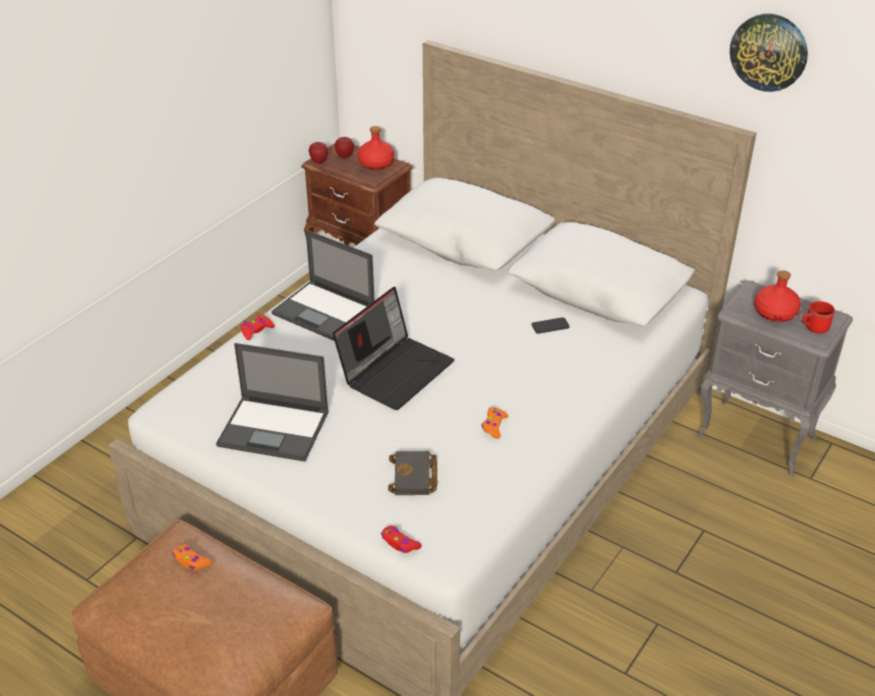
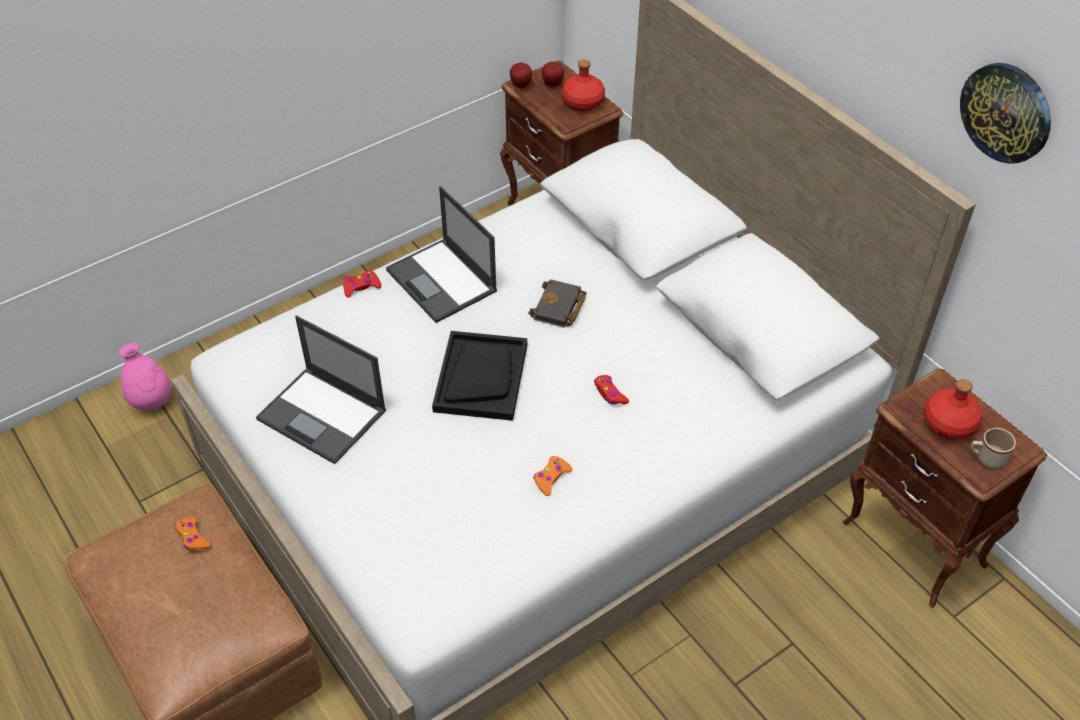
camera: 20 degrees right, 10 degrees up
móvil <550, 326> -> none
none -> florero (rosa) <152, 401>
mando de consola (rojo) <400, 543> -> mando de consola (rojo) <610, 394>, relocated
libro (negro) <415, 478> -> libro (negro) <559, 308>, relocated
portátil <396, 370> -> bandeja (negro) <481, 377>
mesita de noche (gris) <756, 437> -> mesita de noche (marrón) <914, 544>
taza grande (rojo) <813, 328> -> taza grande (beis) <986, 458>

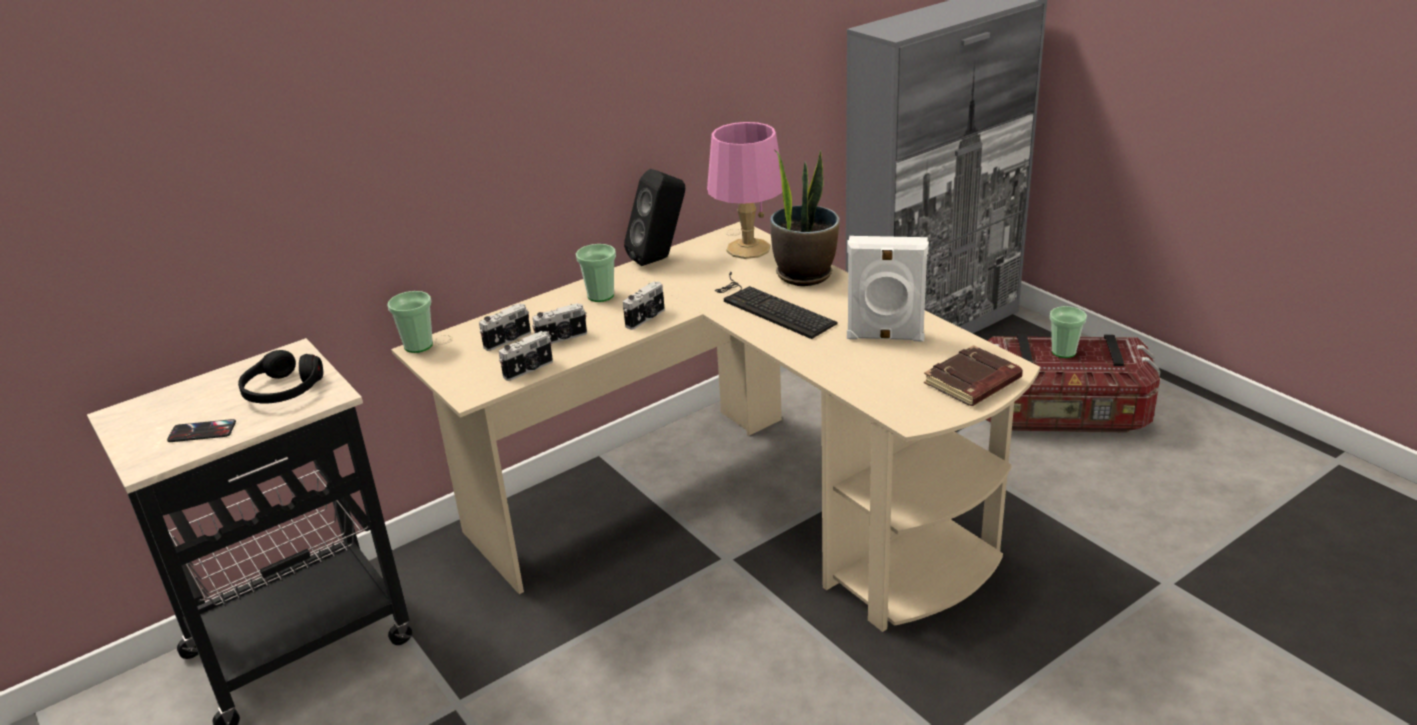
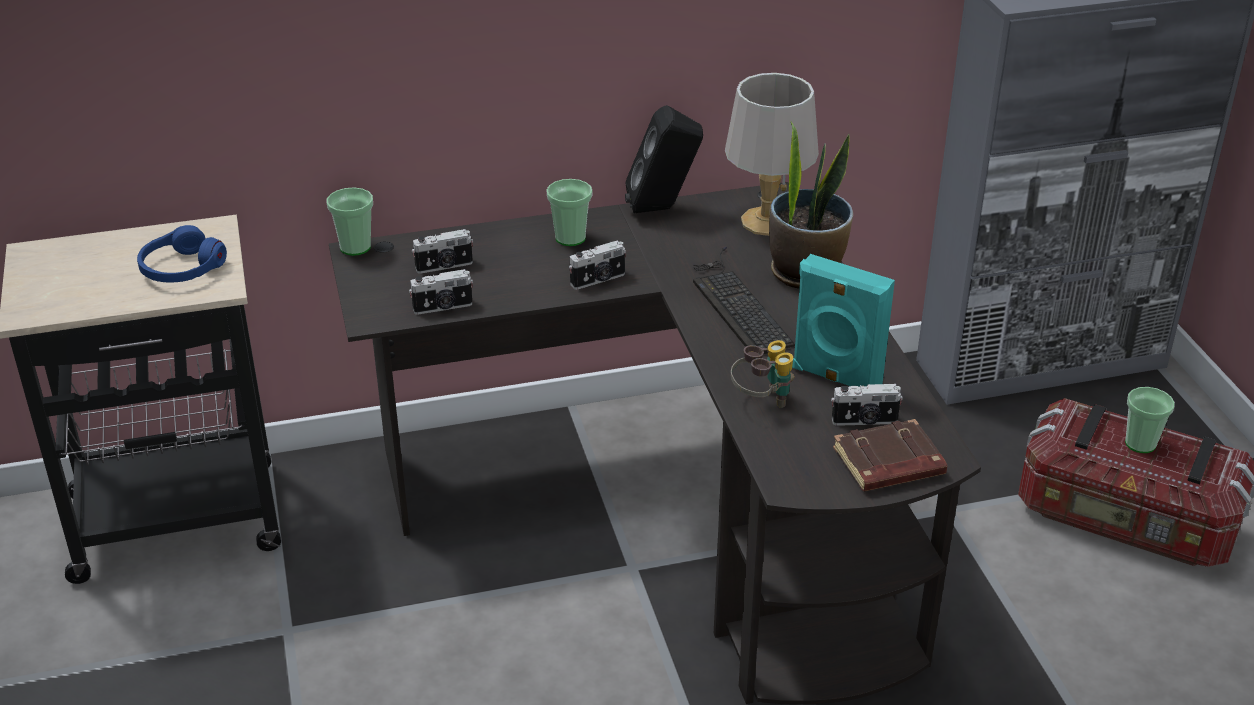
camera: 20 degrees right, 5 degrees up
móvil <202, 432> -> none
none -> prismáticos <762, 401>
cámara <562, 339> -> cámara <865, 421>, relocated
auriculares (negro) <282, 390> -> auriculares (azul) <181, 269>
escritorio (beis) <732, 508> -> escritorio (negro) <672, 512>
lámpara de mesa (rosa) <748, 248> -> lámpara de mesa (gris) <767, 221>
altavoz (blanco) <885, 337> -> altavoz (turquesa) <835, 378>

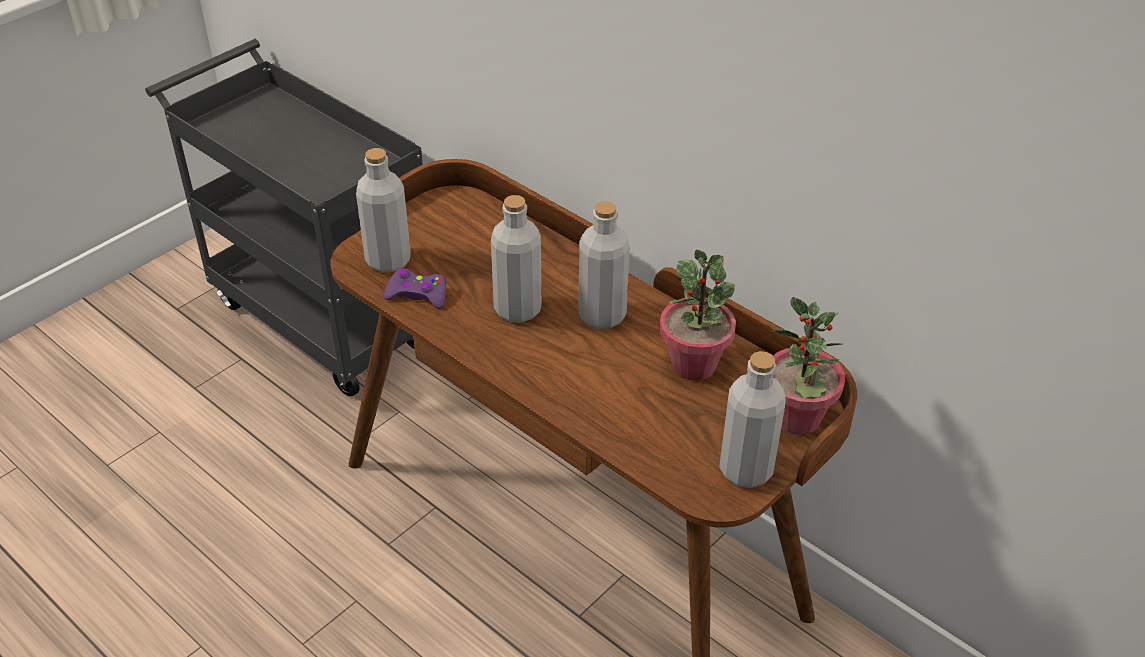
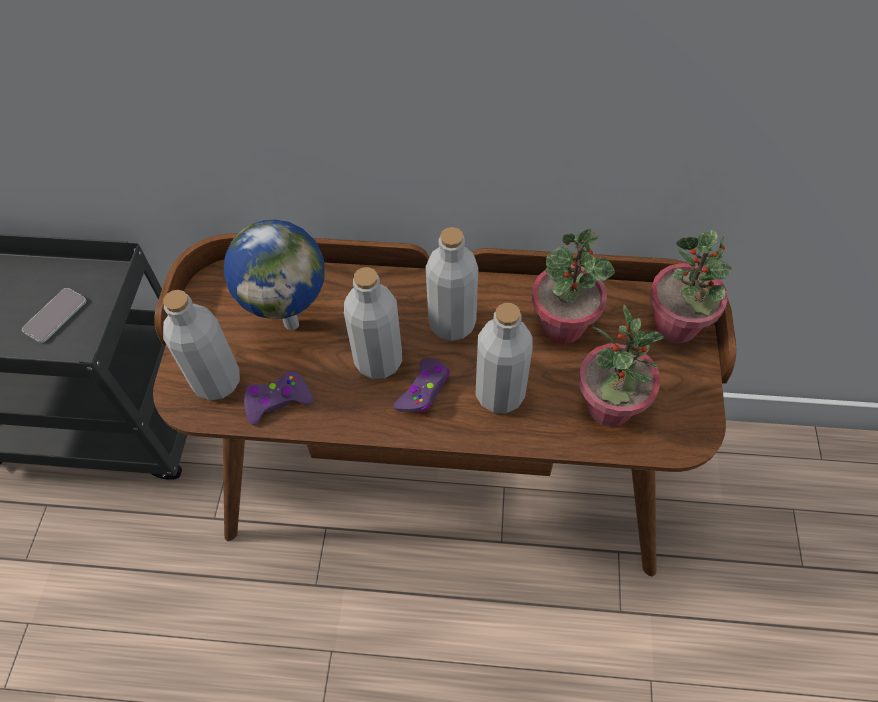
camera: 35 degrees left, 15 degrees up
none -> móvil <55, 316>
none -> globo terráqueo <292, 322>
none -> mando de consola (morado) <423, 390>
none -> planta en maceta <609, 407>
botella (gris) <745, 470> -> botella (gris) <500, 394>, relocated

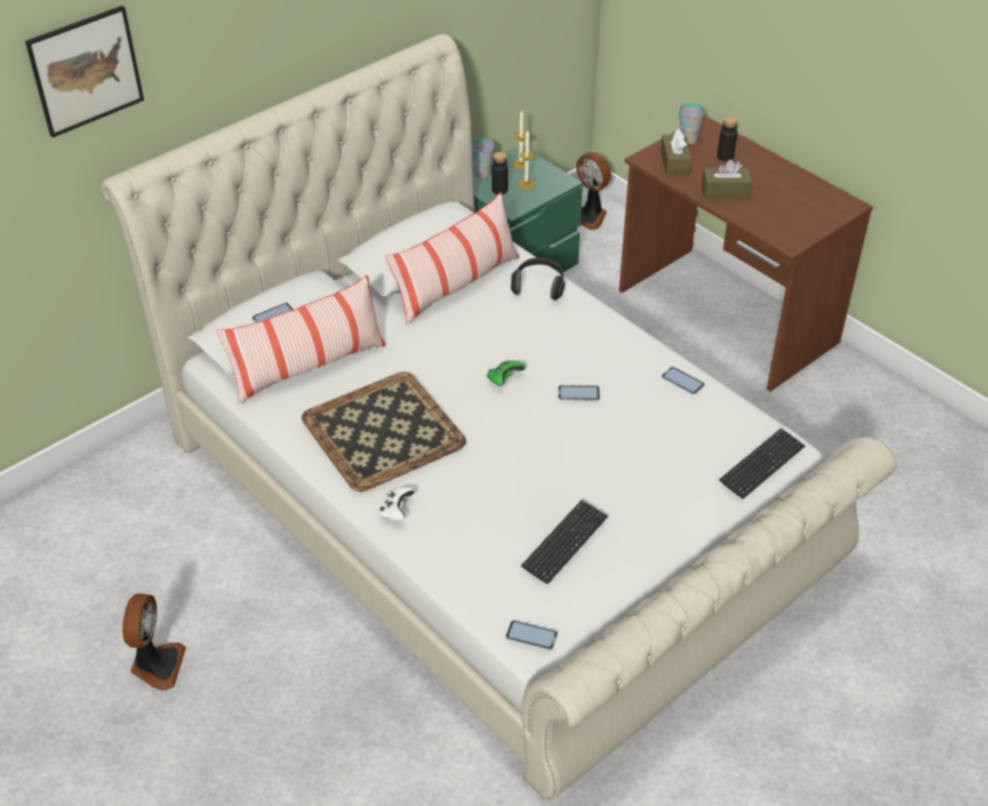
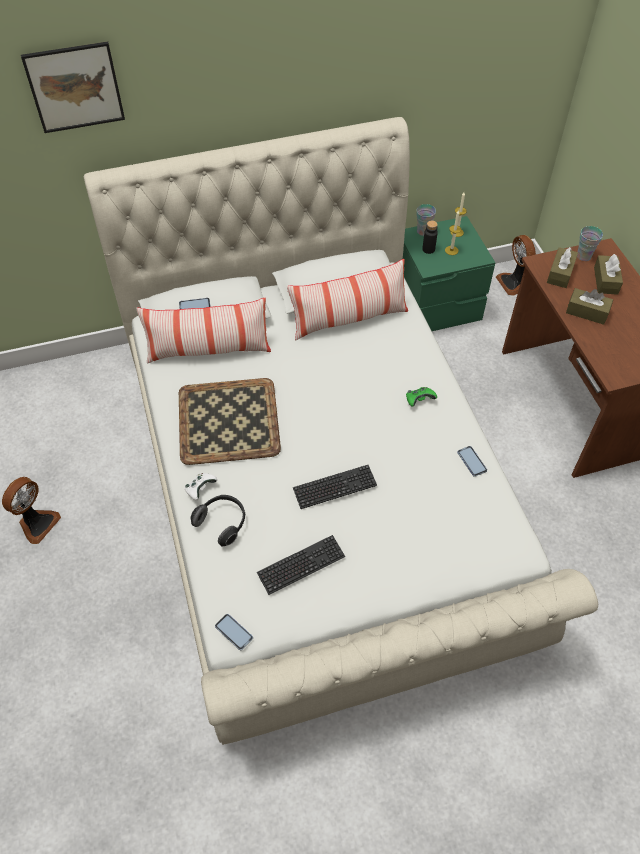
camera: 25 degrees right, 10 degrees up
móvil <578, 394> -> none
mando de consola (verde) <504, 379> -> mando de consola (verde) <419, 400>, relocated
auriculares <539, 286> -> auriculares <222, 523>, relocated
teclado <762, 465> -> teclado <335, 487>, relocated
botella (negro) <725, 156> -> caja de pañuelos (marrón) <605, 280>

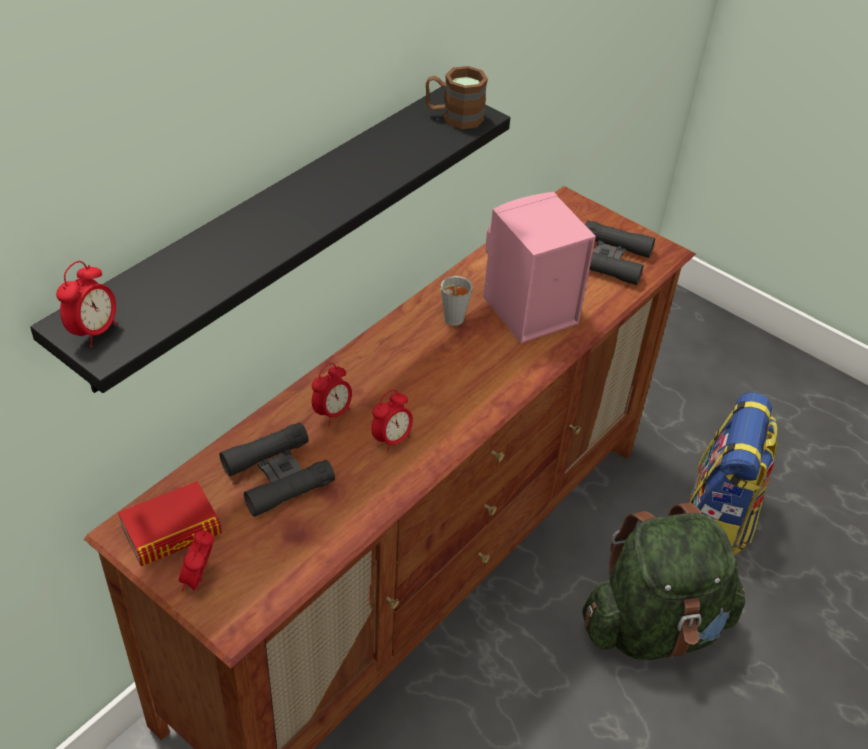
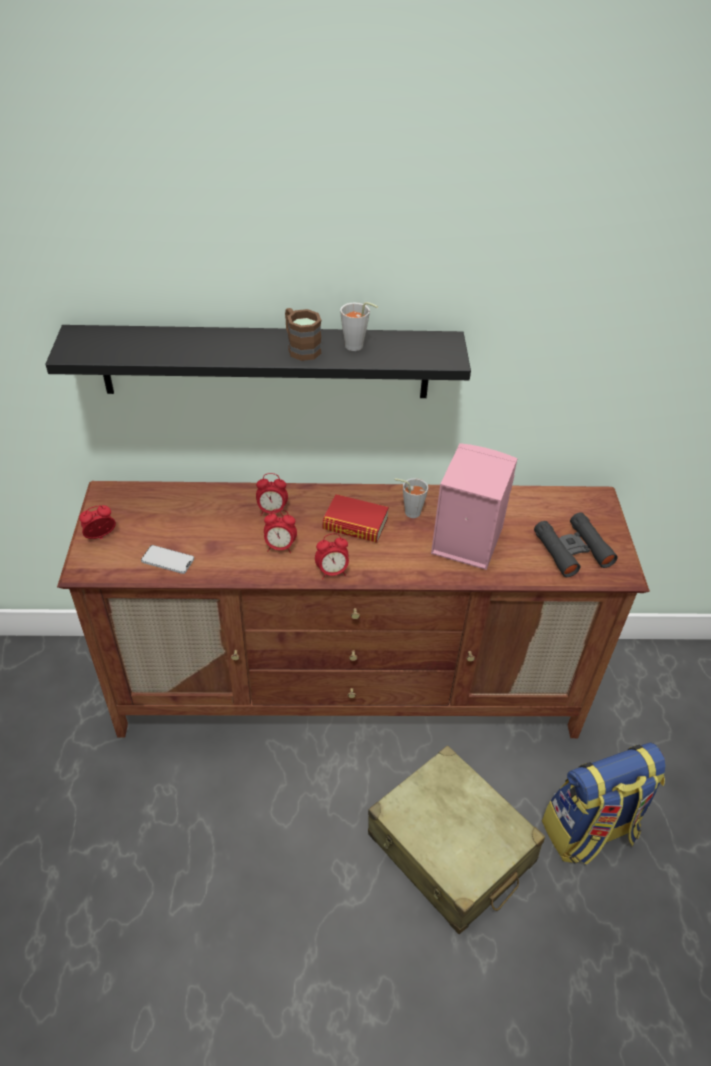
camera: 50 degrees right, 0 degrees up
prismáticos (negro) <278, 475> -> none
none -> móvil <167, 560>
none -> taza (gris) <357, 347>
despertador <94, 331> -> despertador <332, 572>, relocated
libro <171, 530> -> libro <355, 524>, relocated
taza grande (marrón) <454, 117> -> taza grande (marrón) <300, 347>, relocated
mochila (verde) <654, 626> -> maleta (beis) <450, 848>

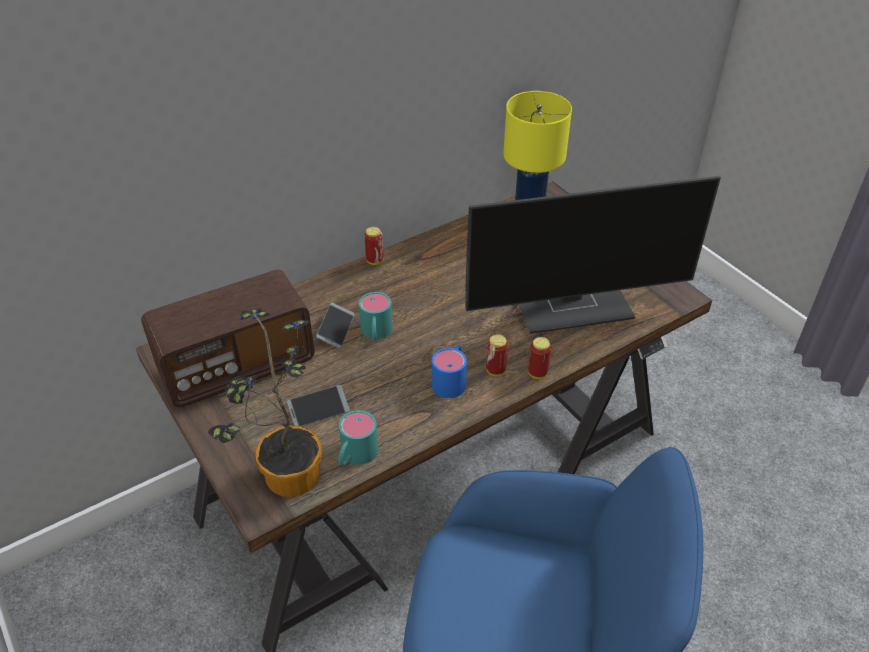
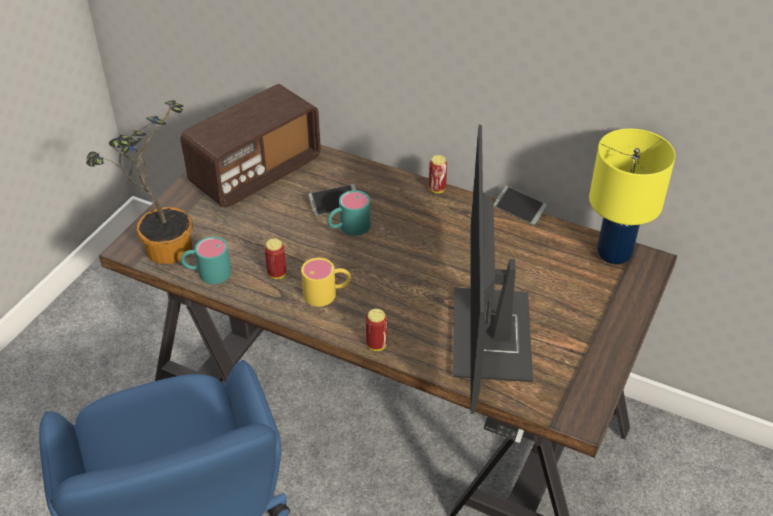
camera: 60 degrees right, 0 degrees up
móvil <319, 410> -> móvil <519, 209>, relocated
lata <495, 370> -> lata <277, 274>, relocated
taza grande (azul) <451, 380> -> taza grande (amarillo) <327, 293>
radio <236, 366> -> radio <256, 173>, 75 degrees counterclockwise
monitor <573, 304> -> monitor <492, 338>, 45 degrees clockwise

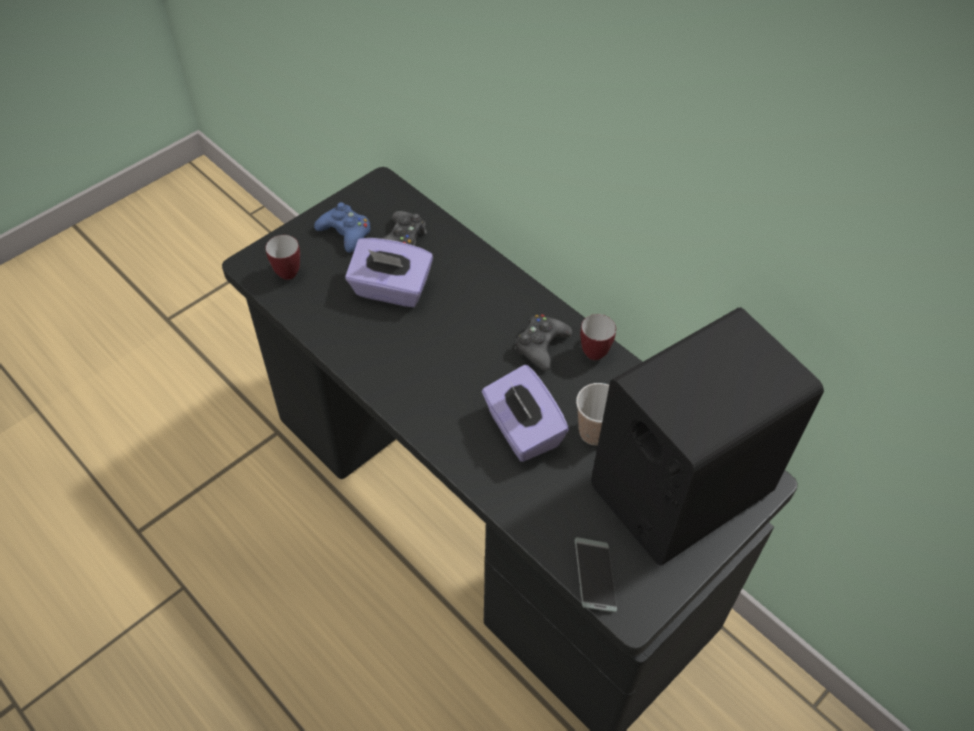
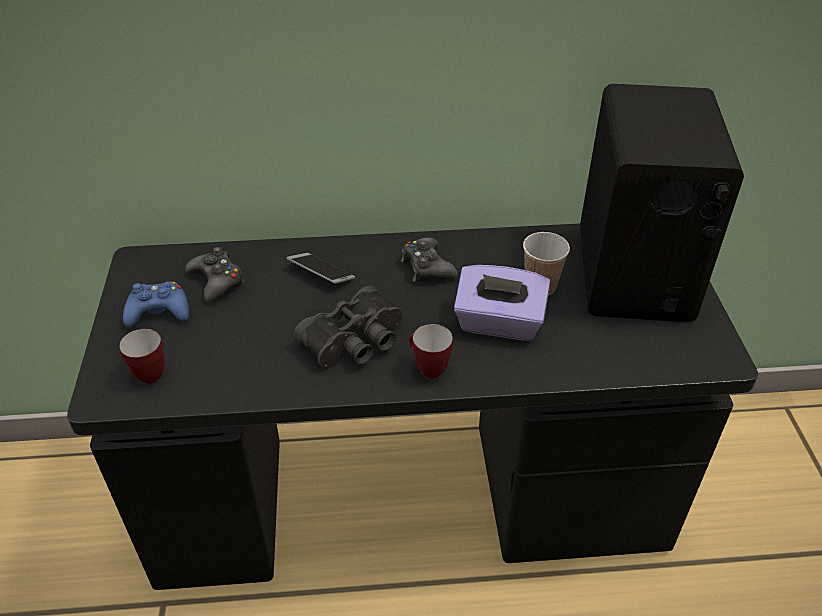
camera: 50 degrees left, 10 degrees down
caja de pañuelos (morado) <391, 290> -> none
none -> prismáticos (negro) <356, 343>
móvil <594, 578> -> móvil <321, 273>, relocated
taza grande <594, 349> -> taza grande <427, 369>, relocated

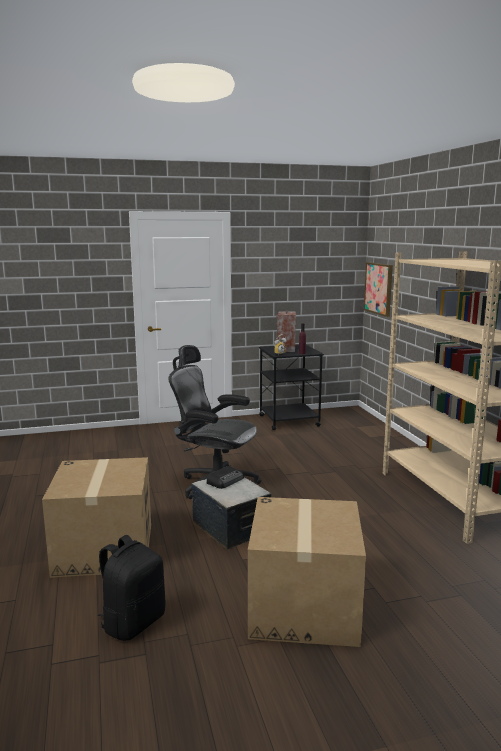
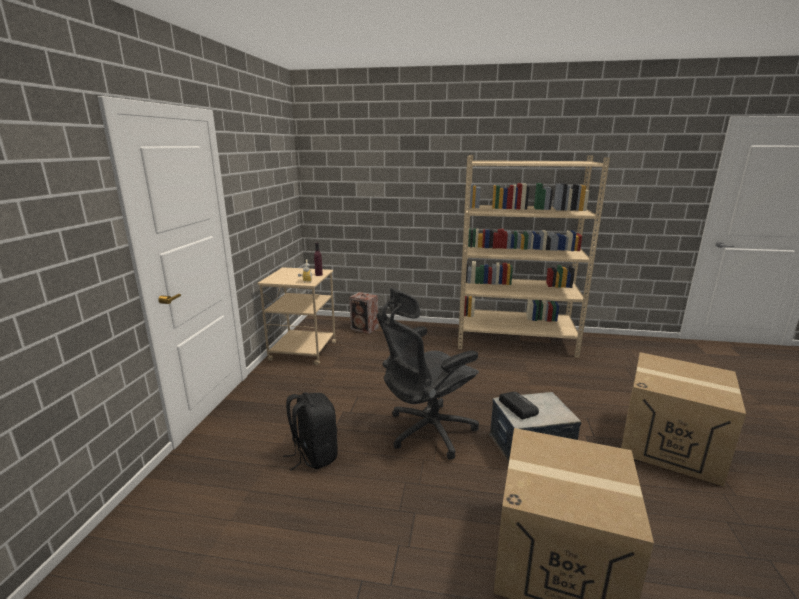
camera: 65 degrees left, 5 degrees up
cuadro <379, 288> -> none
mochila (negro) <133, 622> -> mochila (negro) <313, 455>, relocated
altavoz <285, 349> -> altavoz <365, 329>, relocated
carrito (negro) <290, 420> -> carrito (beis) <303, 350>

